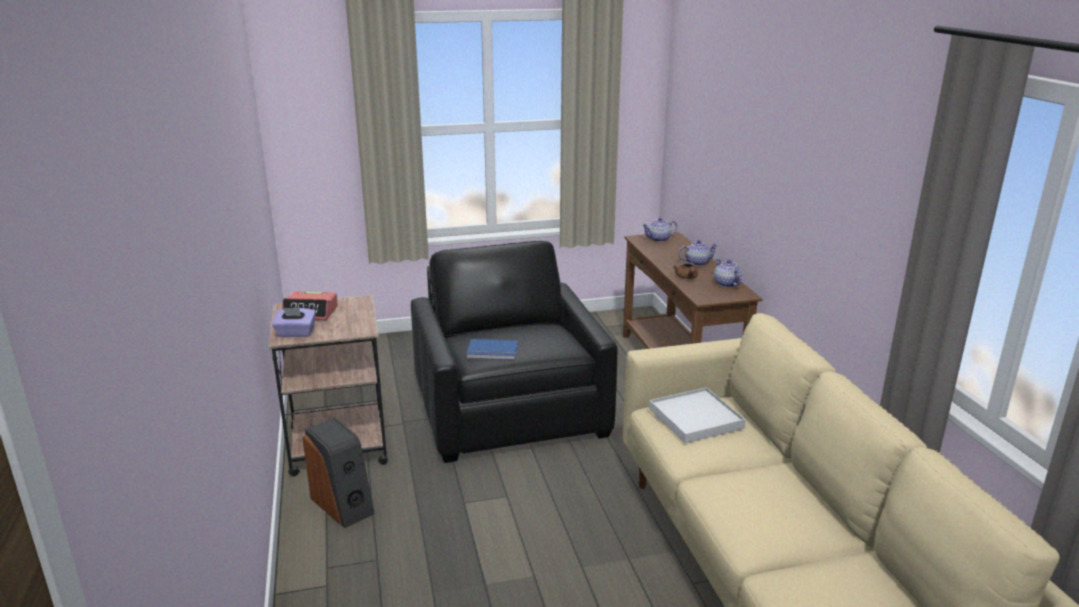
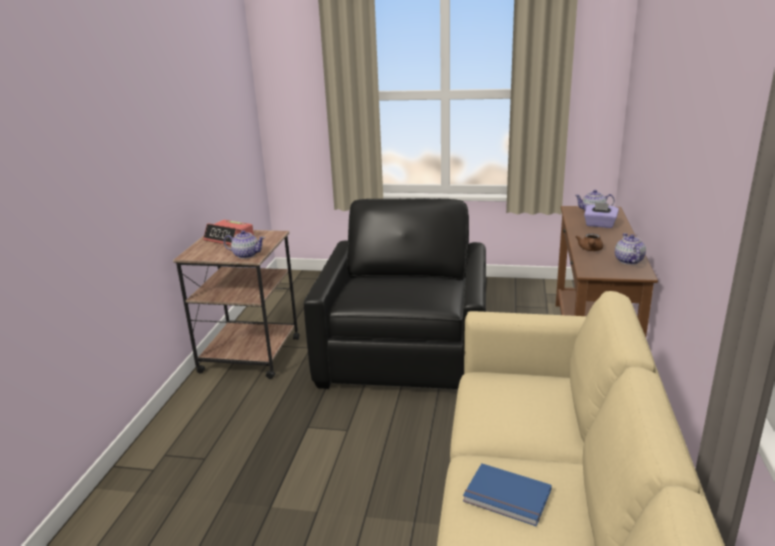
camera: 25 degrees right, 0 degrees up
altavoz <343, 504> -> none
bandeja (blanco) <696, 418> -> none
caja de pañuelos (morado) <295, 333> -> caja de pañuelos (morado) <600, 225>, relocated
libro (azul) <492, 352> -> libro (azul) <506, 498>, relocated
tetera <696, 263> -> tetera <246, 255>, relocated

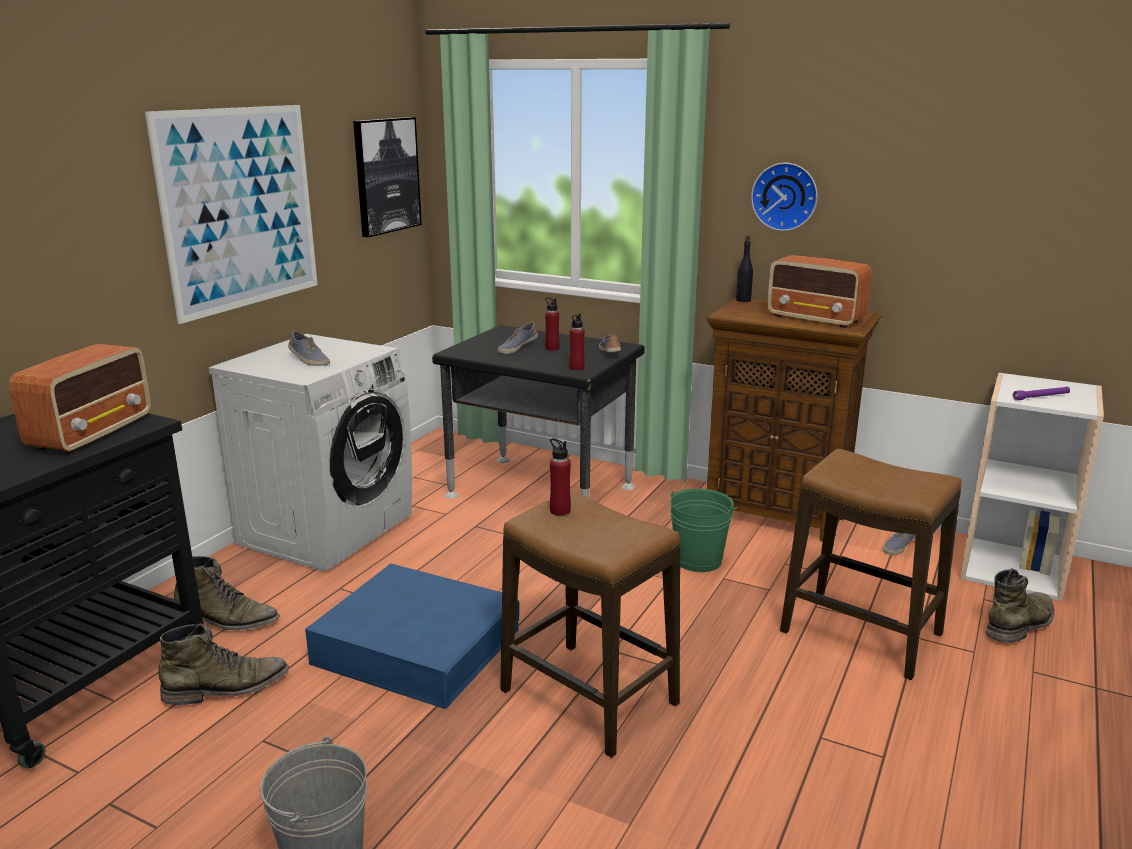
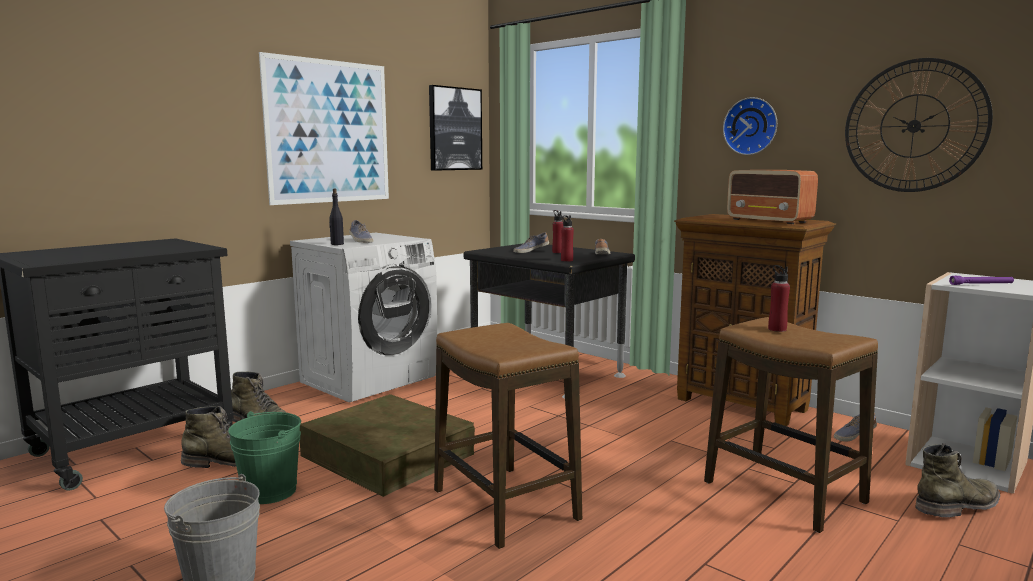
camera: 15 degrees right, 10 degrees down
radio <93, 432> -> none
none -> reloj de pared <914, 126>
botella (rojo) <560, 511> -> botella (rojo) <777, 329>, relocated
cubo (verde) <698, 560> -> cubo (verde) <270, 491>, relocated
botella (negro) <743, 300> -> botella (negro) <337, 244>, relocated
caja de almacenaje (azul) <417, 646> -> caja de almacenaje (marrón) <387, 455>

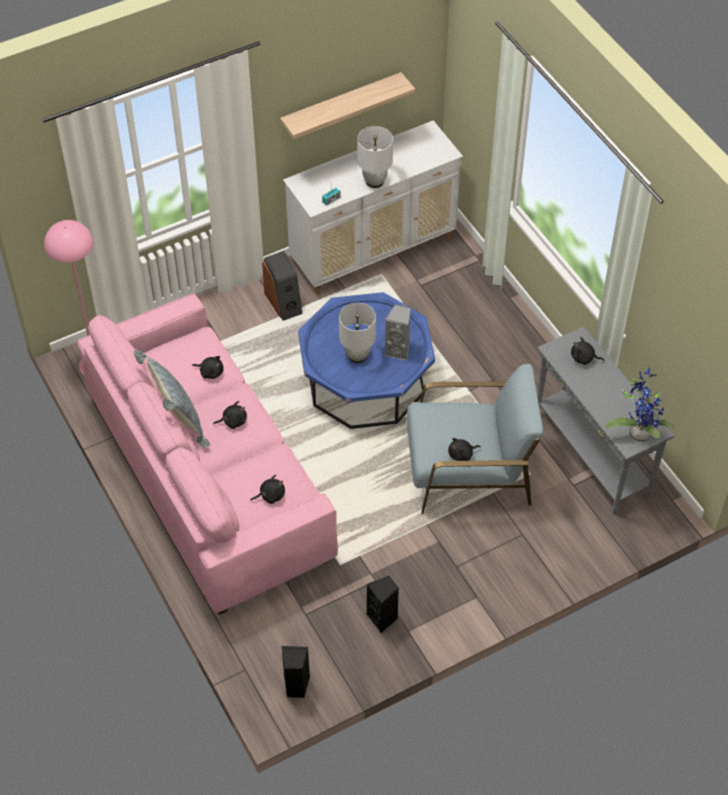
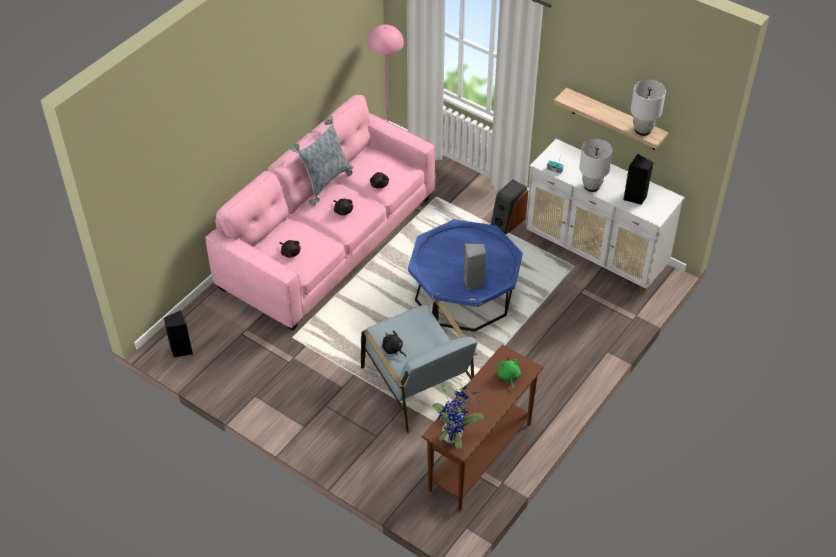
camera: 65 degrees right, 5 degrees down
lámpara de mesa (blanco) <357, 355> -> lámpara de mesa (blanco) <642, 130>, relocated
altavoz (negro) <383, 618> -> altavoz (negro) <635, 197>, relocated
mesa consola (gris) <593, 454> -> mesa consola (marrón) <480, 458>
peluche (negro) <584, 358> -> peluche (verde) <508, 377>

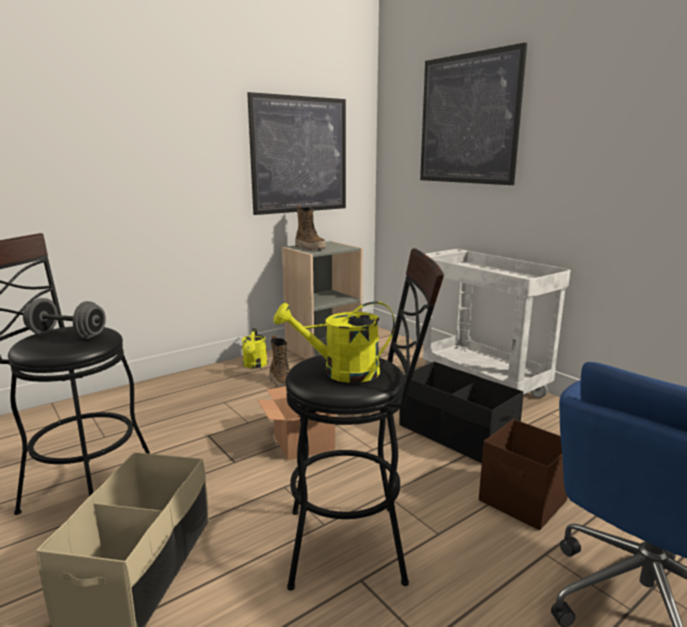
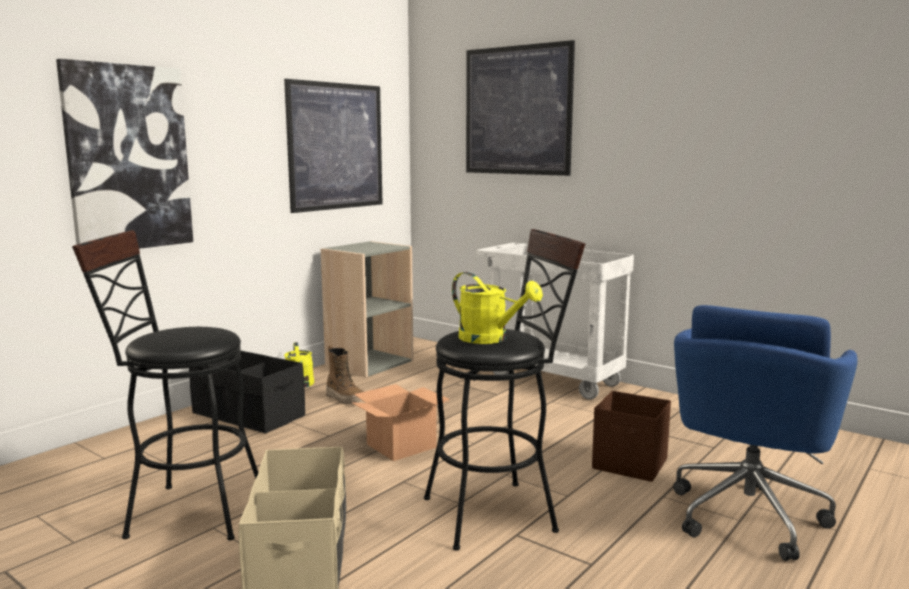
camera: 15 degrees left, 5 degrees down
mancuerna (gris) <67, 335> -> none
bota <310, 248> -> none
none -> cuadro <128, 158>
caja de almacenaje (negro) <456, 435> -> caja de almacenaje (negro) <248, 415>, relocated
regadera (amarillo) <341, 372> -> regadera (amarillo) <490, 339>, 120 degrees counterclockwise

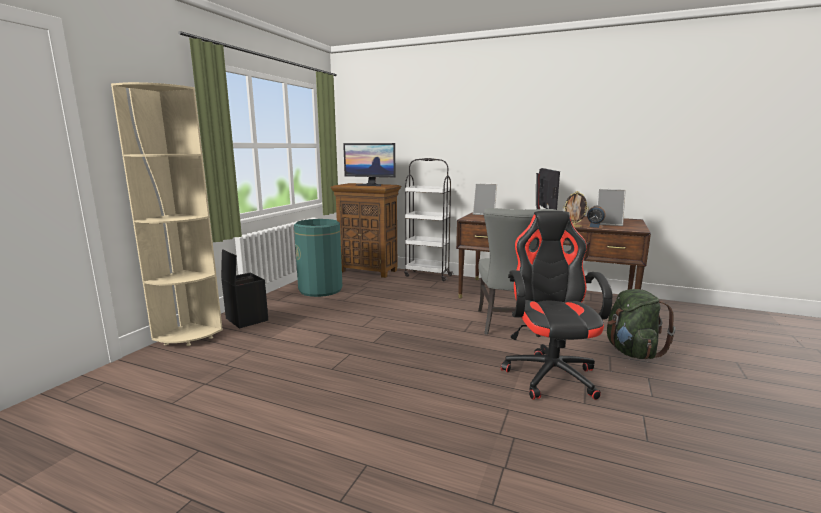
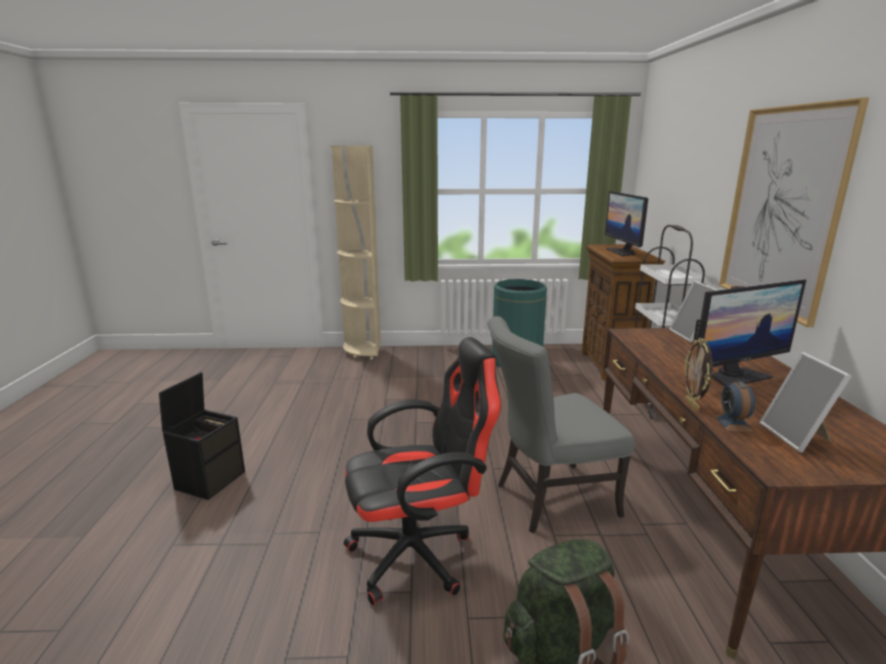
camera: 65 degrees right, 5 degrees up
none -> cuadro <782, 210>
caja de almacenaje (negro) <246, 319> -> caja de almacenaje (negro) <210, 479>, relocated

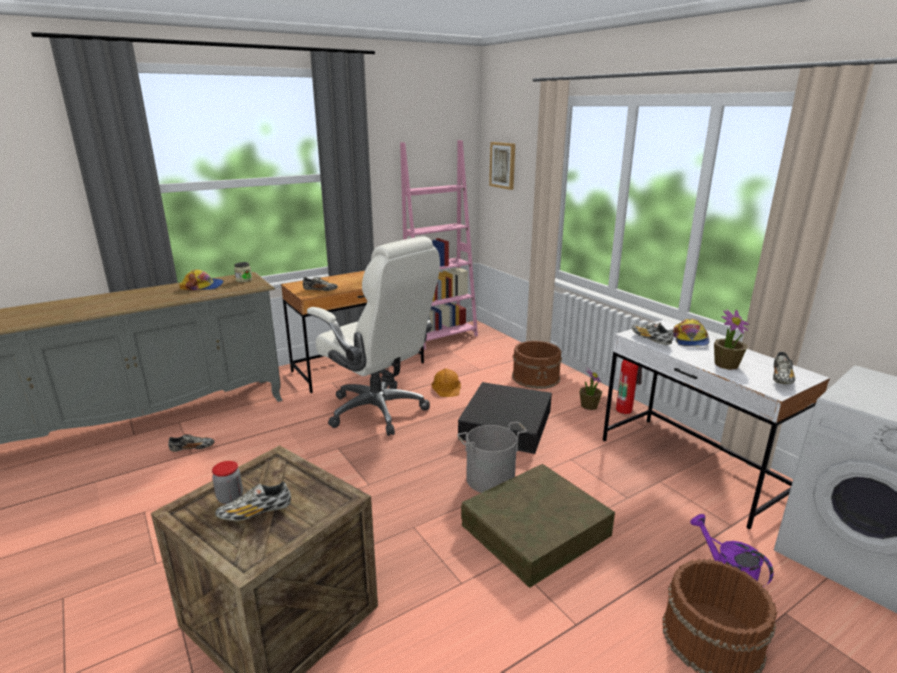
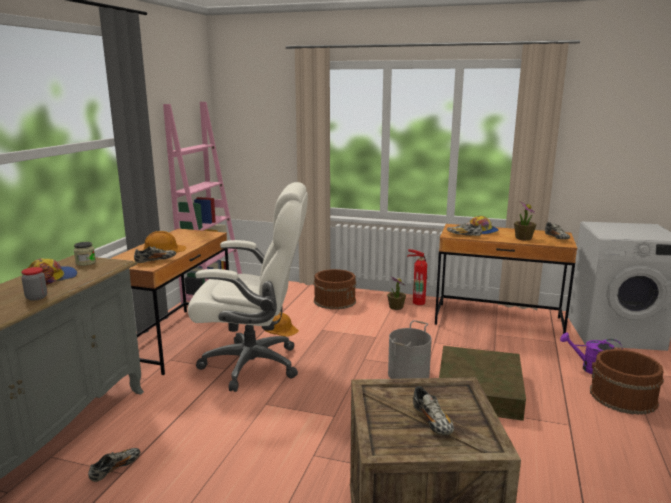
camera: 40 degrees left, 5 degrees down
caja de almacenaje (negro) <506, 424> -> none
cuadro <503, 165> -> none
none -> casco (naranja) <164, 249>
tarro <230, 498> -> tarro <36, 297>, relocated
escritorio (blanco) <691, 467> -> escritorio (marrón) <498, 321>
zapato <255, 513> -> zapato <432, 422>, 45 degrees counterclockwise

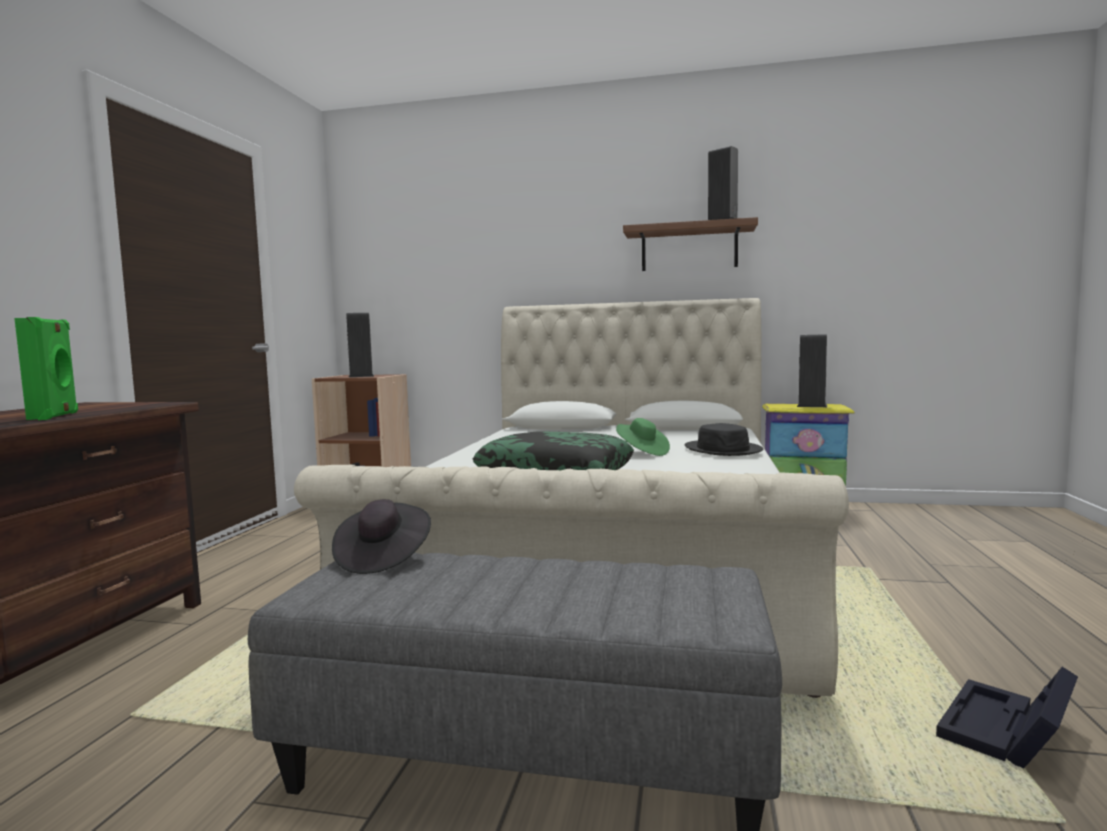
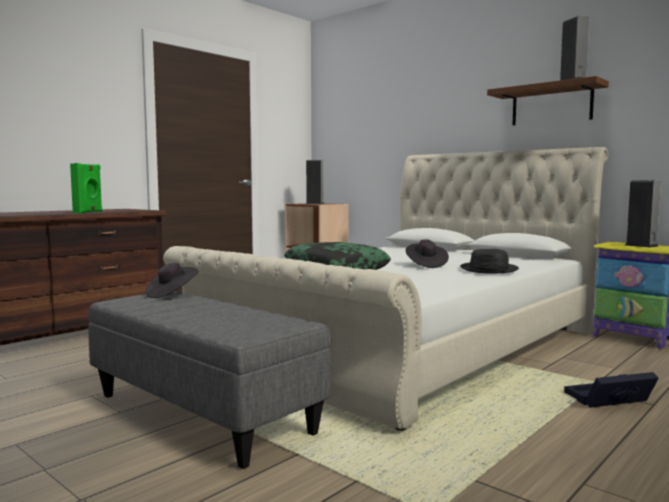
camera: 30 degrees right, 0 degrees up
caja de almacenaje (negro) <1006, 734> -> caja de almacenaje (negro) <607, 400>, relocated
sombrero (verde) <642, 452> -> sombrero (negro) <426, 265>

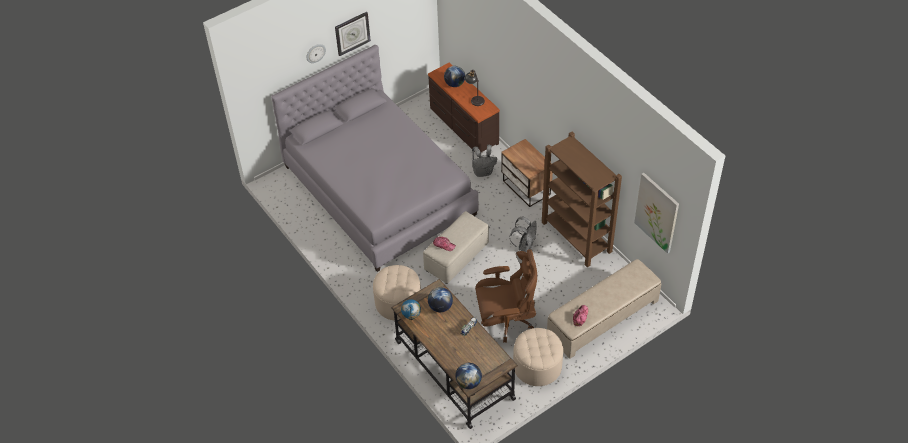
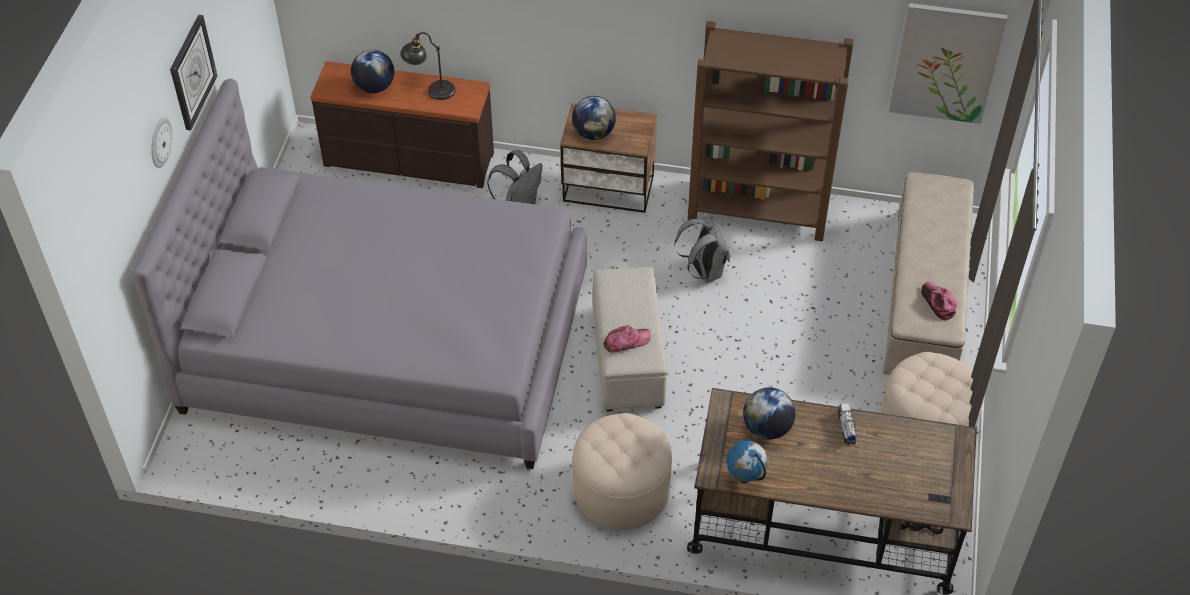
camera: 45 degrees left, 0 degrees up
silla de oficina (marrón) <504, 321> -> none
globo terráqueo <468, 382> -> globo terráqueo <593, 133>, relocated

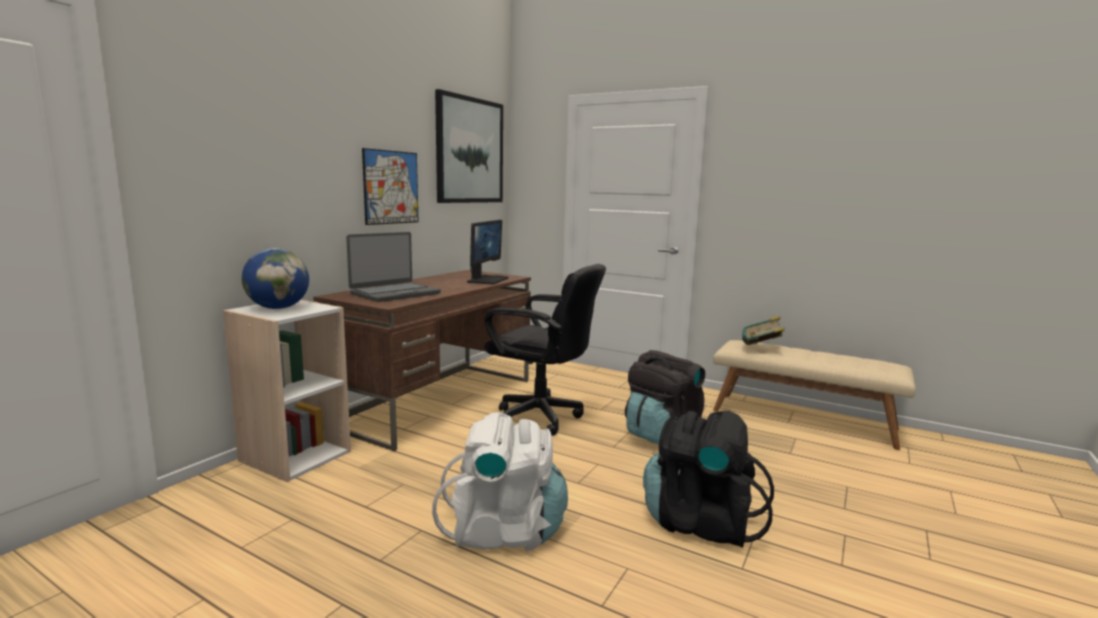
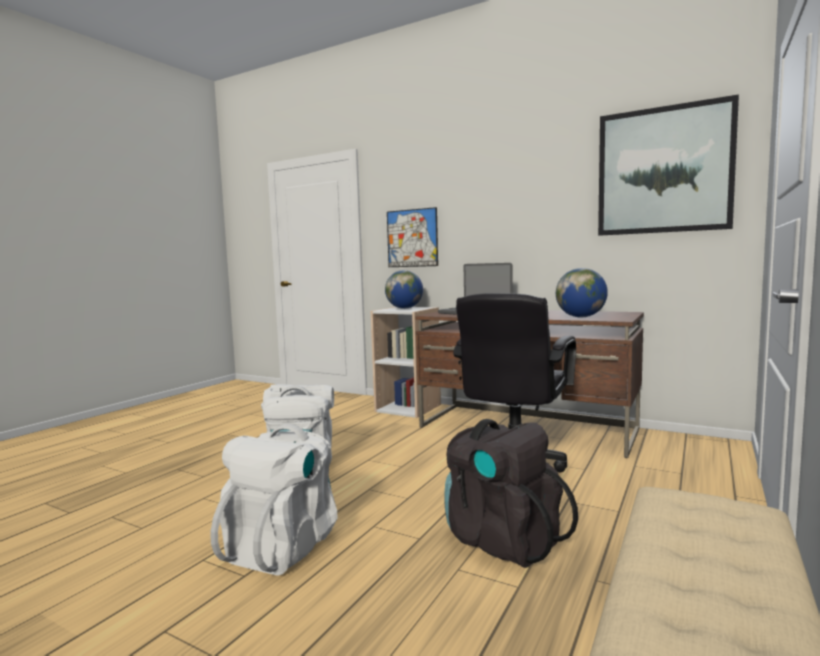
camera: 90 degrees right, 5 degrees down
libro <761, 349> -> none
cuadro <391, 187> -> cuadro <412, 238>, relocated
monitor <487, 280> -> globo terráqueo <580, 317>
mochila (negro) <700, 522> -> mochila (blanco) <283, 546>

